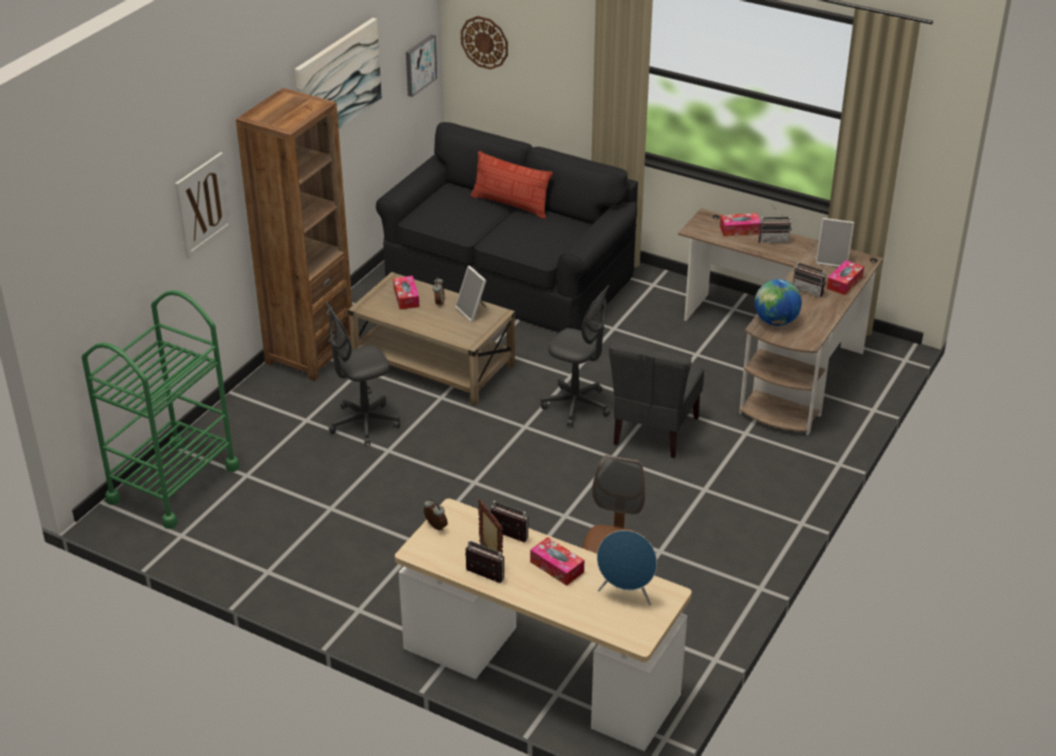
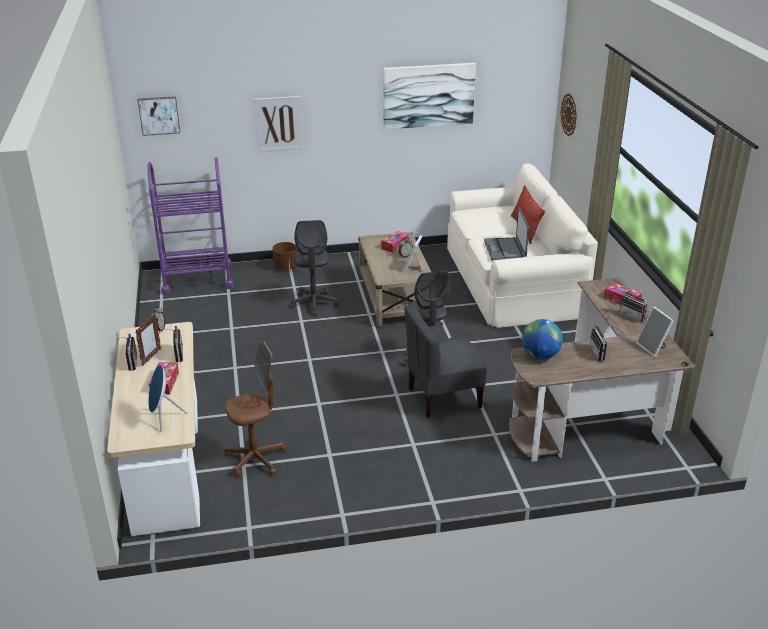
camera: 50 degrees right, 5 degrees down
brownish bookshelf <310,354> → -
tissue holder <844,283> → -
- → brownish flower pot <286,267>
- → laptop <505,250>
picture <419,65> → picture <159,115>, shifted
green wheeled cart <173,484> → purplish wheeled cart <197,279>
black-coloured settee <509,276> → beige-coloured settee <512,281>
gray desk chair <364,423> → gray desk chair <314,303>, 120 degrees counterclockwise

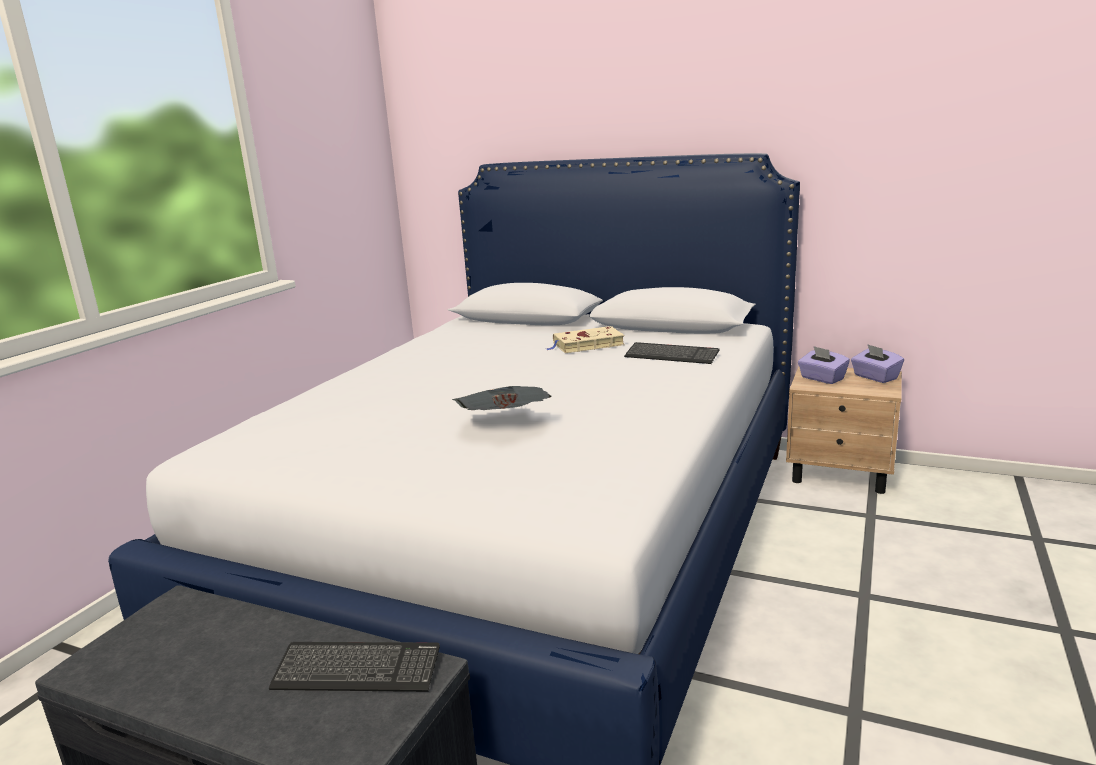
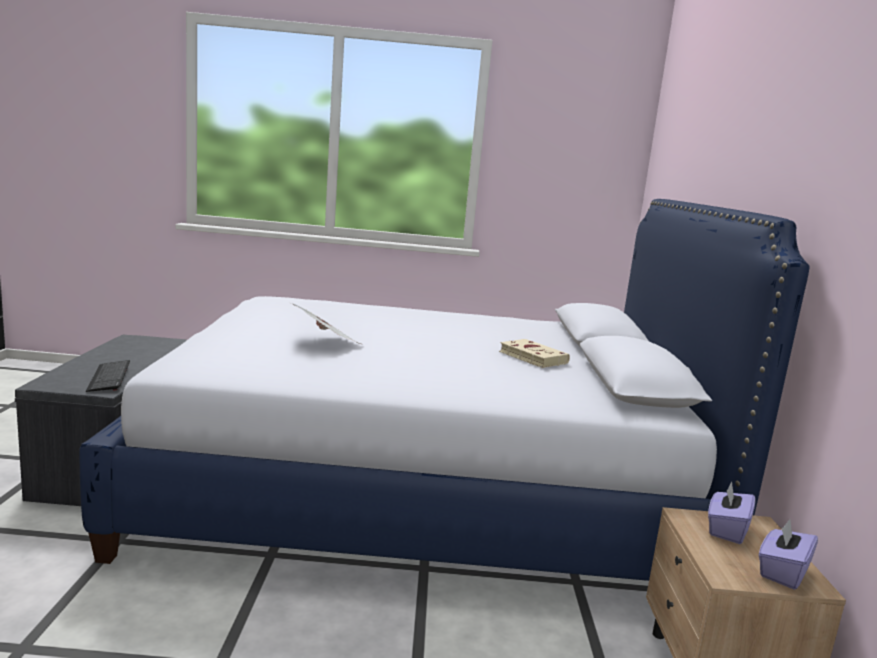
camera: 65 degrees right, 5 degrees down
computer keyboard <671,355> → -

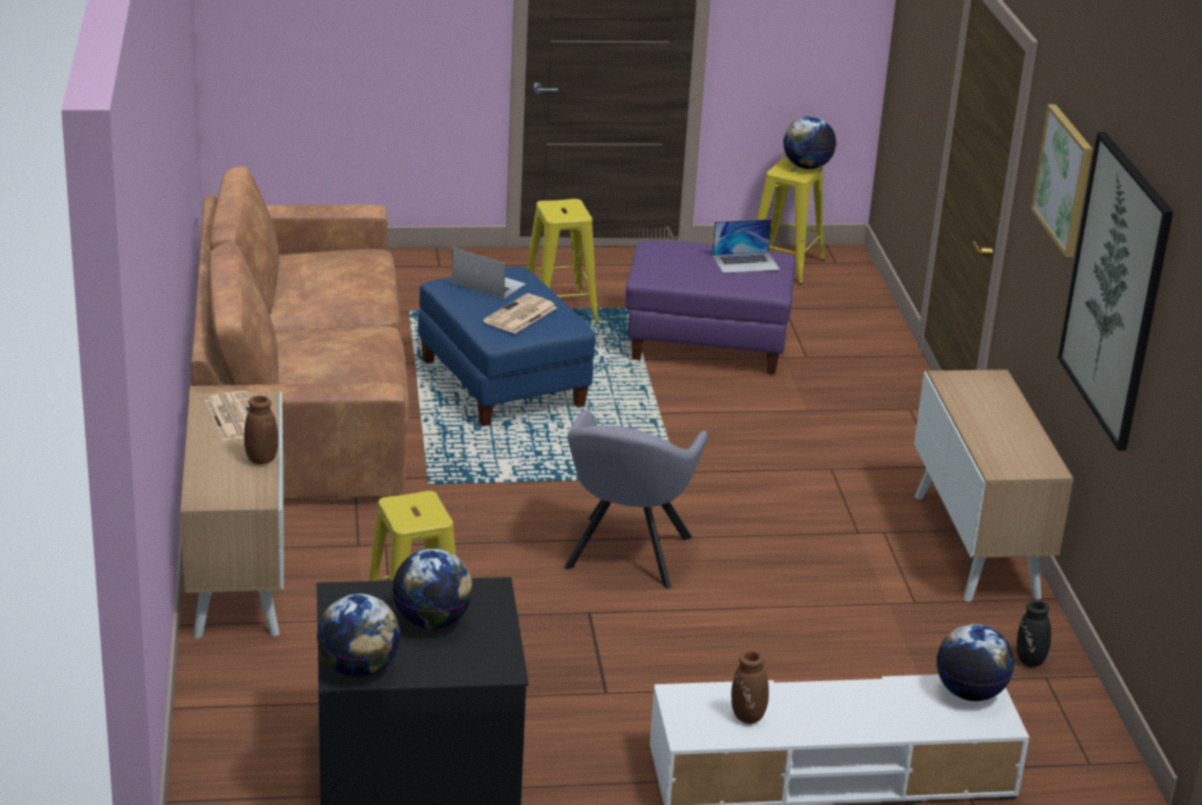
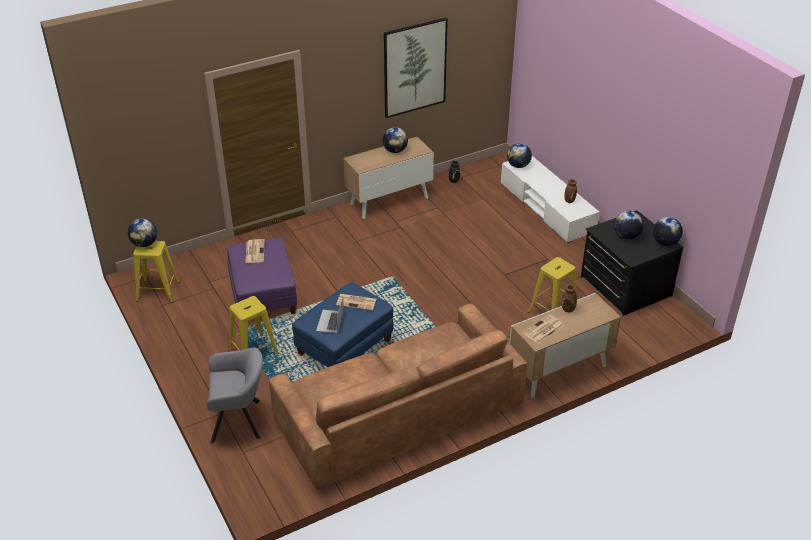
camera: 110 degrees left, 10 degrees up
picture <1064,179> → -
- → globe <395,151>
gray easy chair <625,556> → gray easy chair <240,421>, shifted
laptop <746,262> → printed paper <254,251>

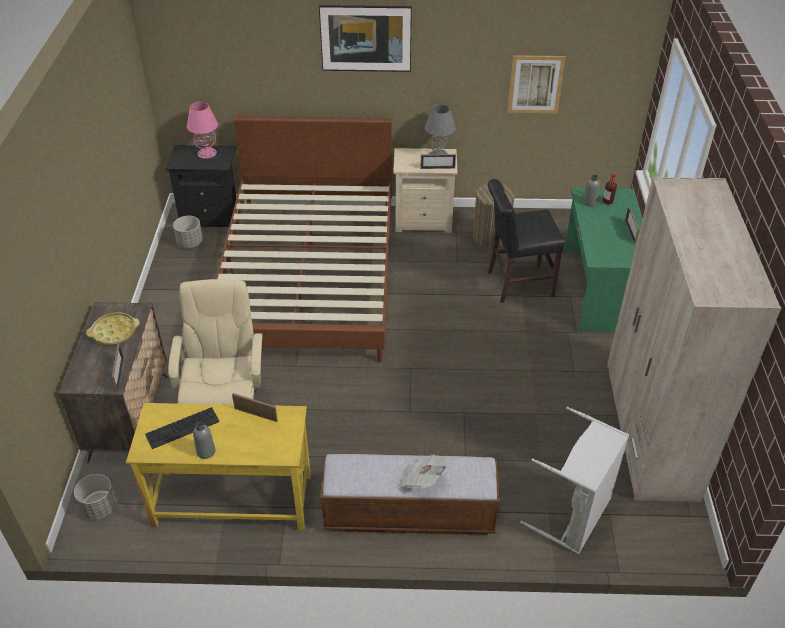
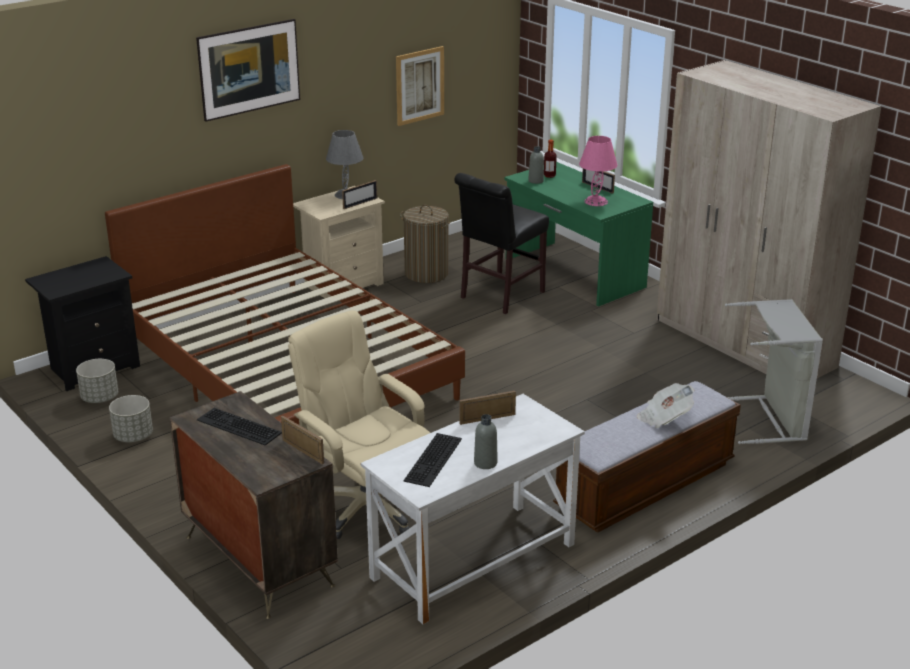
camera: 40 degrees left, 15 degrees down
gray flower pot <100,507> → gray flower pot <133,436>, shifted
pink lamp for a table <207,153> → pink lamp for a table <596,201>, shifted
yellowish carrying tray <114,332> → computer keyboard <237,427>
yellowish desk unit <232,500> → white desk unit <474,562>

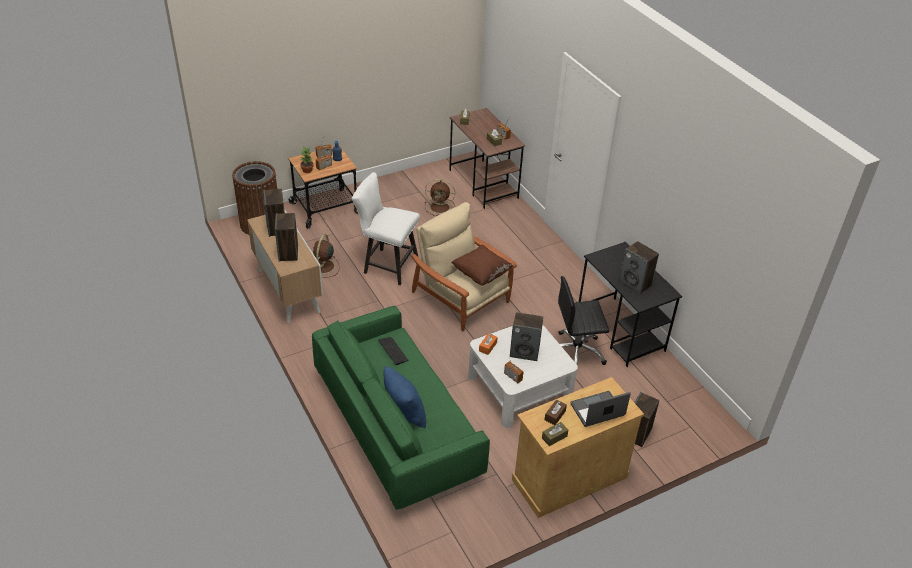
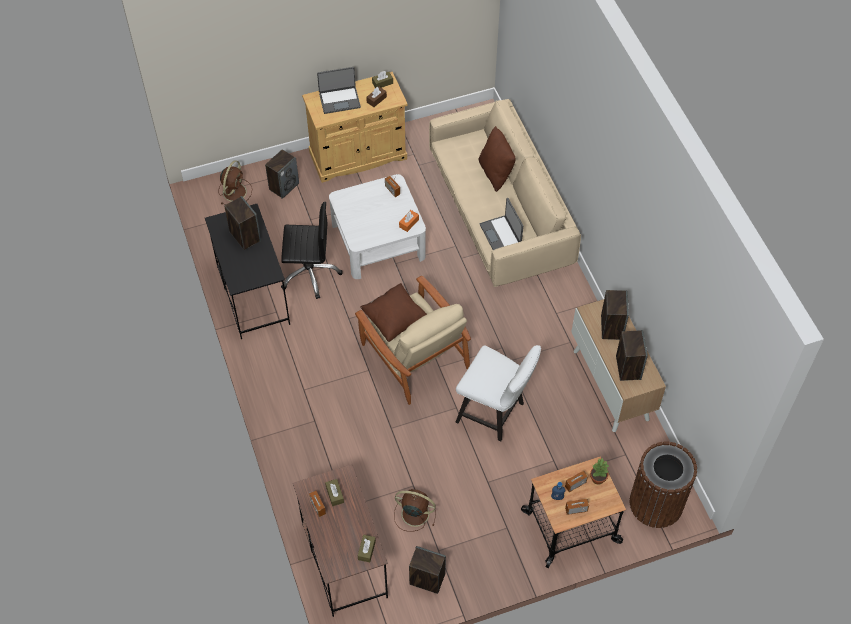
camera: 170 degrees left, 15 degrees up
brownish fan <323,267> → brownish fan <235,191>, shifted
loudspeaker <525,352> → loudspeaker <426,579>, shifted
computer keyboard <393,351> → laptop <501,234>
green settee <397,426> → beige-coloured settee <499,214>
bluish cushion <404,413> → brownish cushion <496,172>

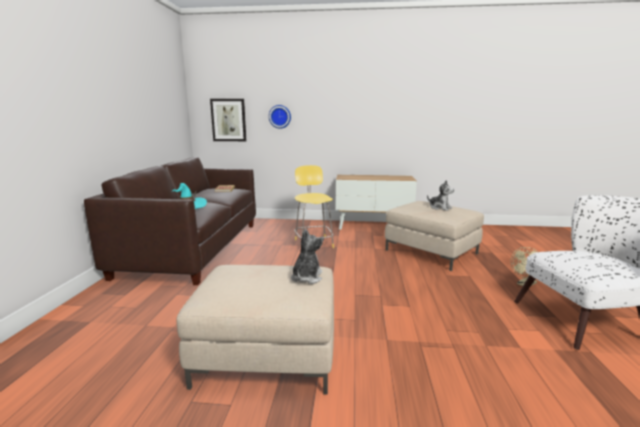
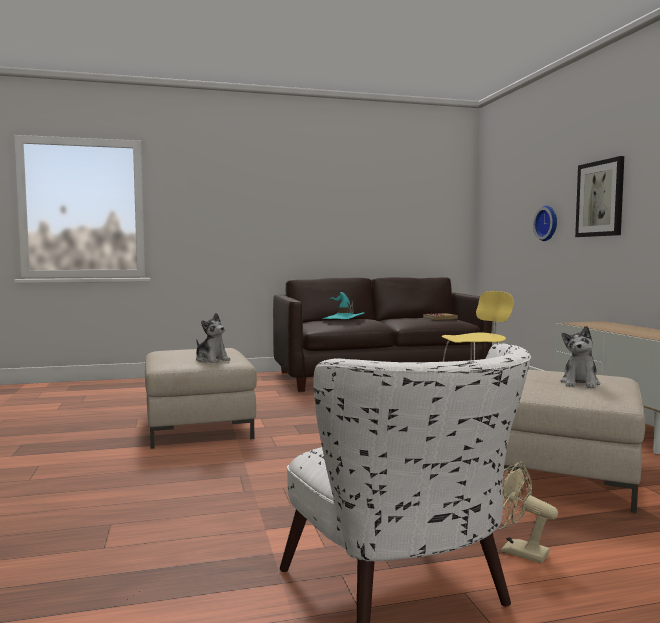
camera: 70 degrees right, 10 degrees down
picture <228,120> → picture <600,198>, shifted
plush toy <306,277> → plush toy <212,360>, 45 degrees clockwise

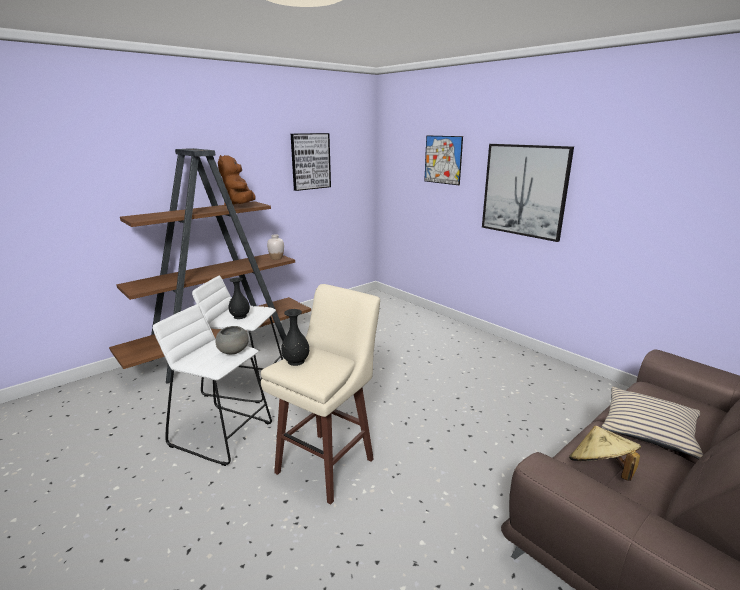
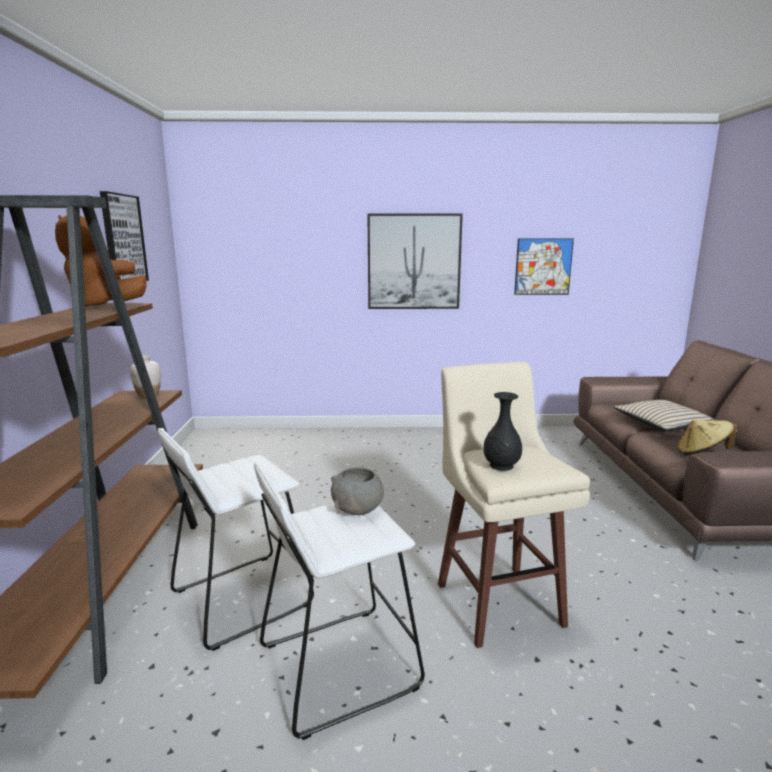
camera: 50 degrees left, 5 degrees down
black-coloured flower vase <240,316> → -
picture <443,159> → picture <543,266>, shifted

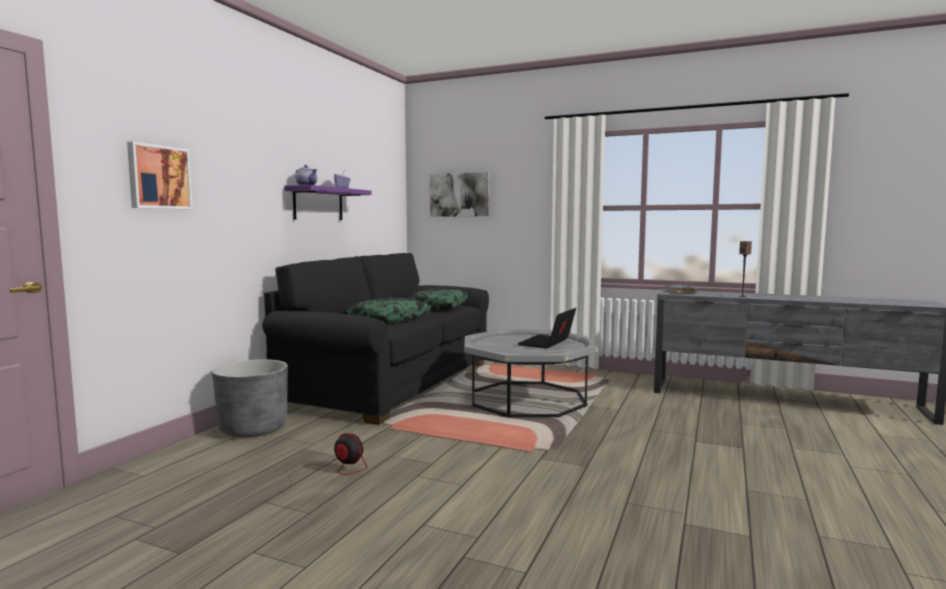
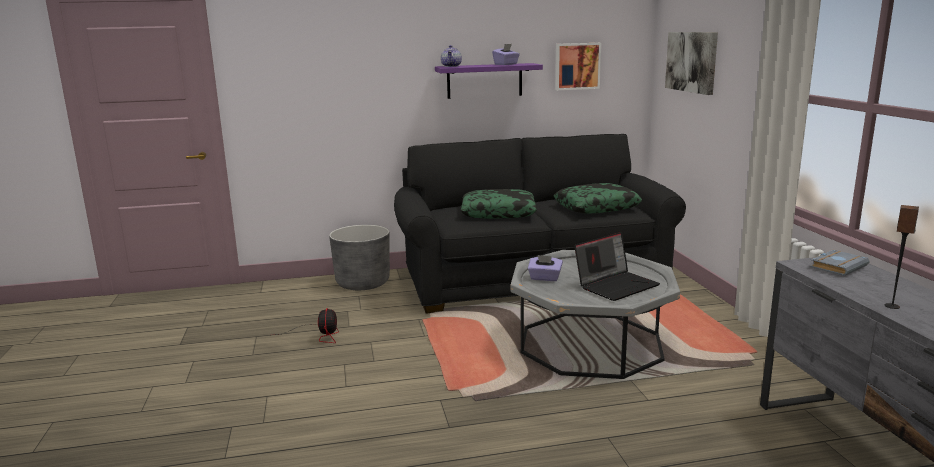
camera: 55 degrees right, 10 degrees up
- → purplish tissue holder <544,278>
picture <158,177> → picture <577,66>, shifted
laptop <547,343> → laptop <616,285>, 150 degrees clockwise

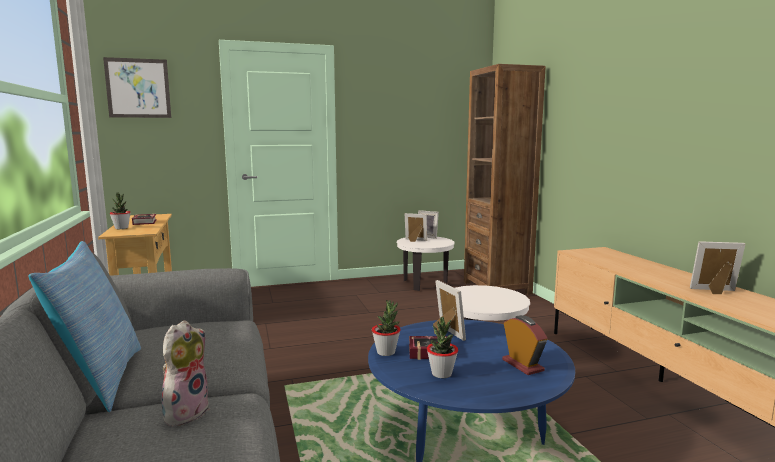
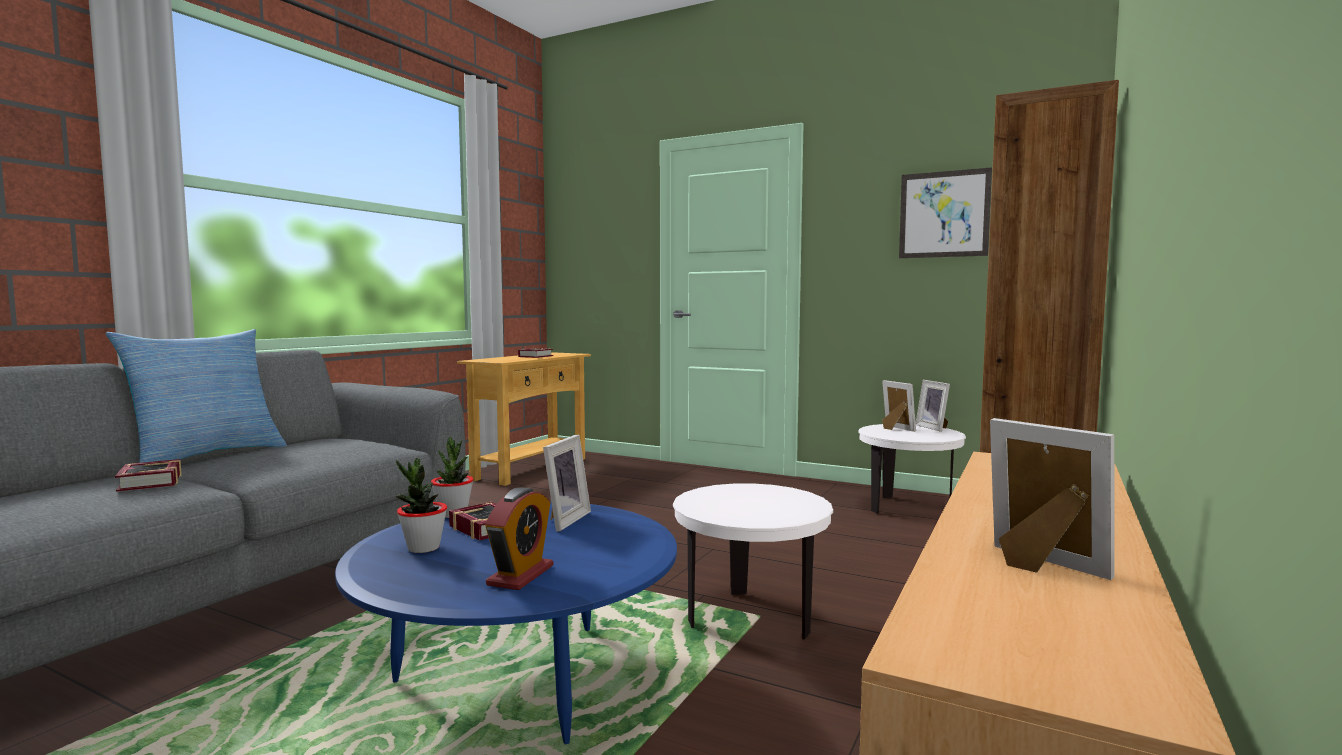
camera: 45 degrees right, 5 degrees down
plant in a pot <121,228> → -
picture <138,88> → picture <944,214>, shifted
plush toy <185,412> → bound book <147,483>

